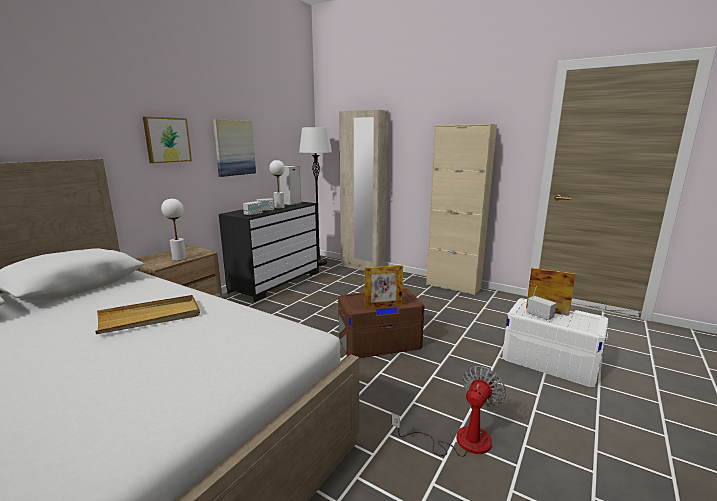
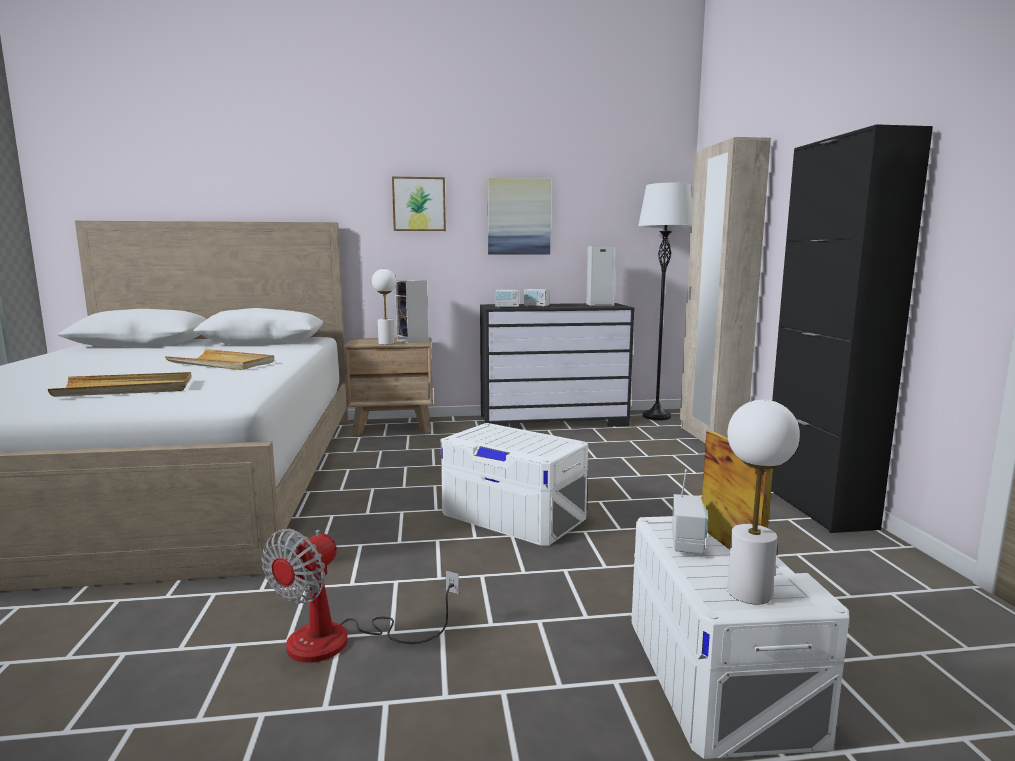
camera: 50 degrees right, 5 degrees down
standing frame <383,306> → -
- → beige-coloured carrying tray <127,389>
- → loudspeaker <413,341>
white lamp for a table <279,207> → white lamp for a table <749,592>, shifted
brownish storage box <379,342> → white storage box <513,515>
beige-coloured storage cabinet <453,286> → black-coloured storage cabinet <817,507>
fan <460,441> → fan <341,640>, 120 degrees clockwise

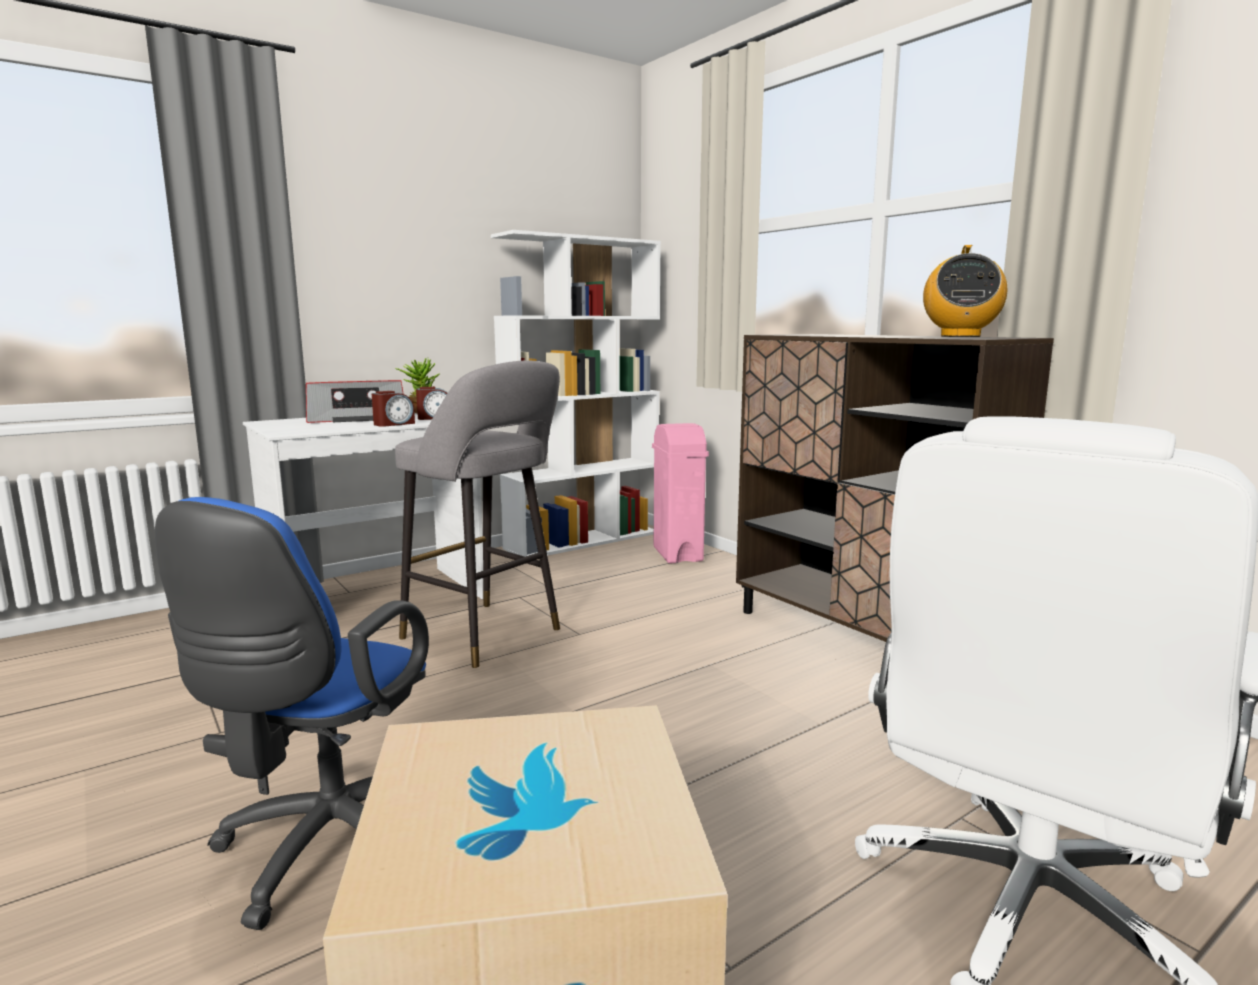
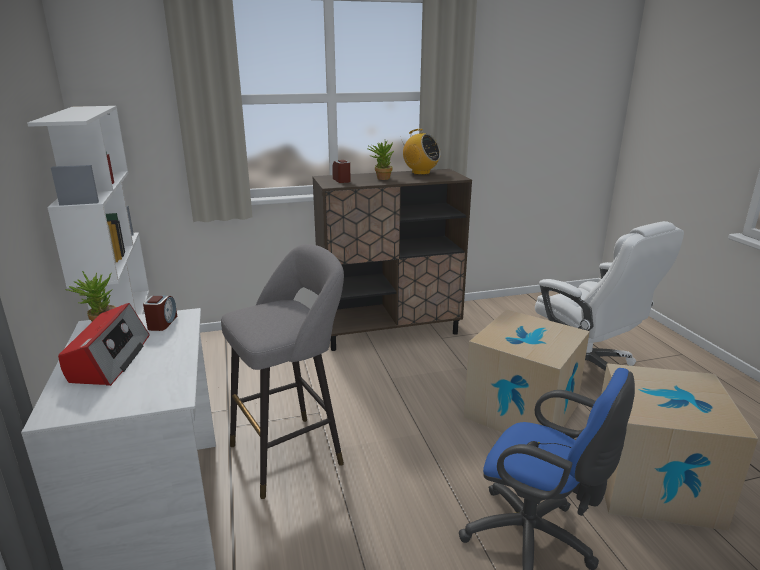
camera: 70 degrees left, 10 degrees up
pink trash can <677,554> → -
- → plant in a pot <381,178>
- → cardboard box <521,411>
table clock <393,424> → table clock <342,180>, shifted

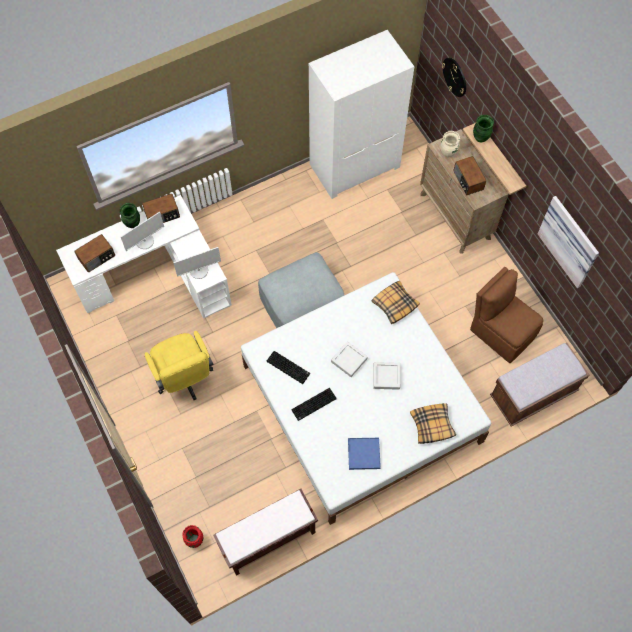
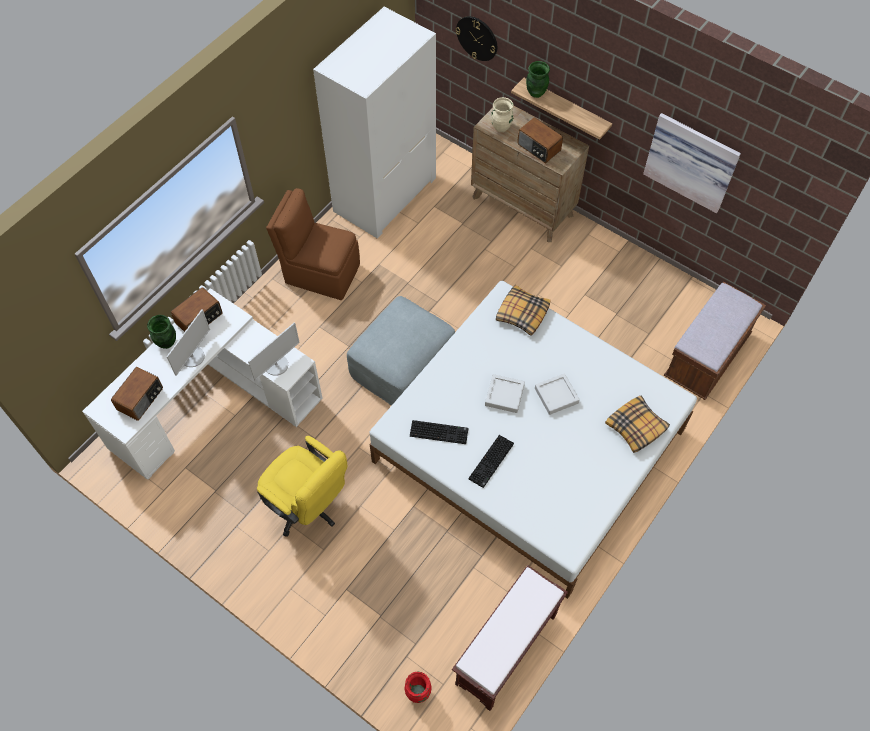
camera: 25 degrees left, 5 degrees down
bluish carrying tray <364,454> → -
brownish upright chair <501,332> → brownish upright chair <320,272>, shifted

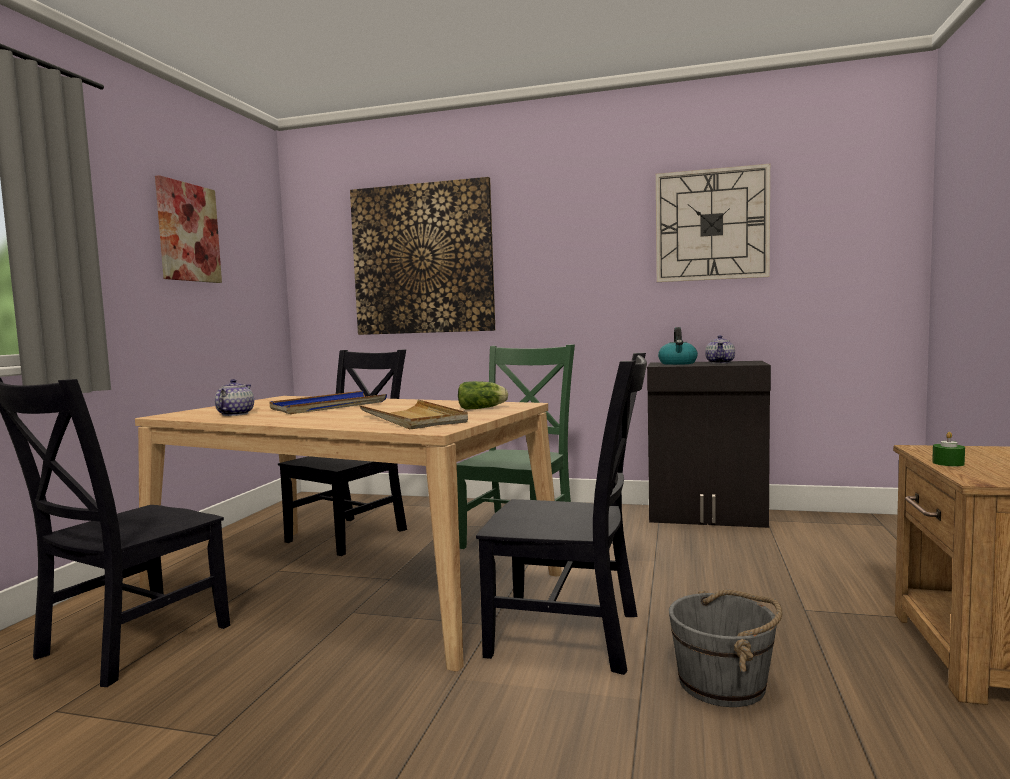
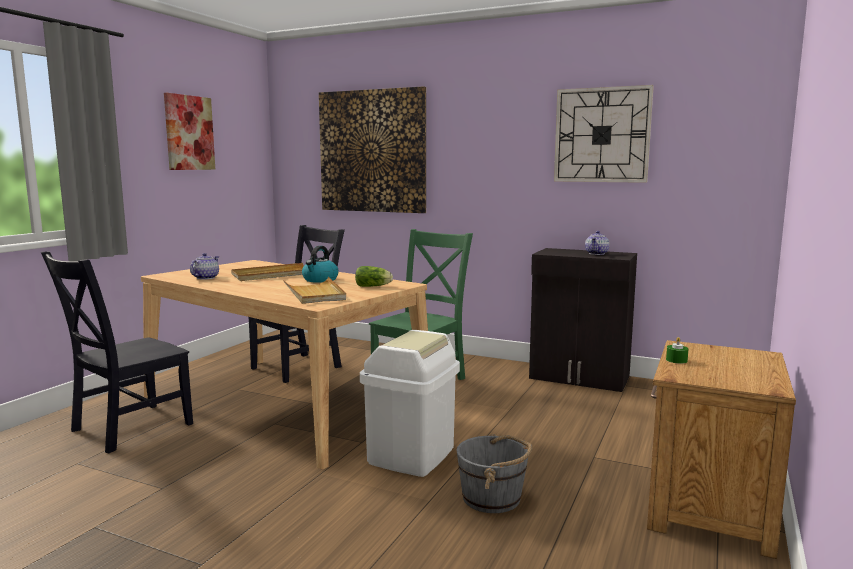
camera: 10 degrees right, 5 degrees up
water kettle <678,363> → water kettle <320,280>, shifted
black-coloured upright chair <572,636> → white trash can <412,456>
bluish carrying tray <328,406> → beige-coloured carrying tray <272,275>

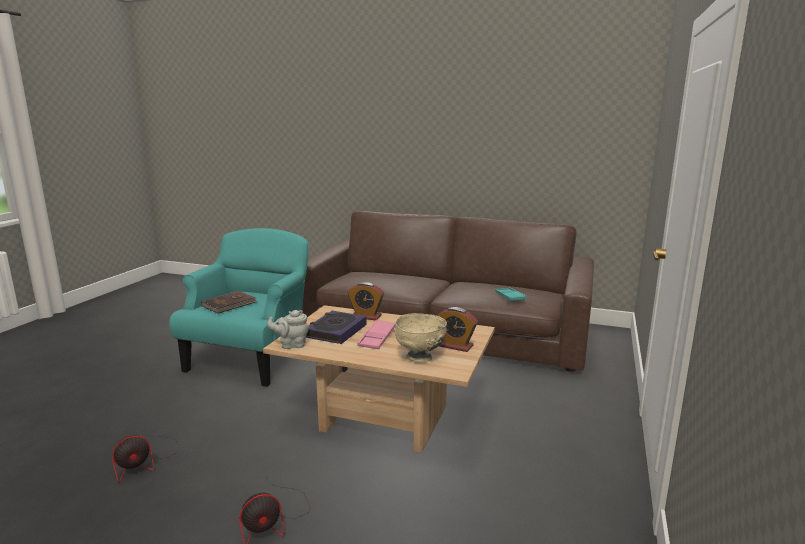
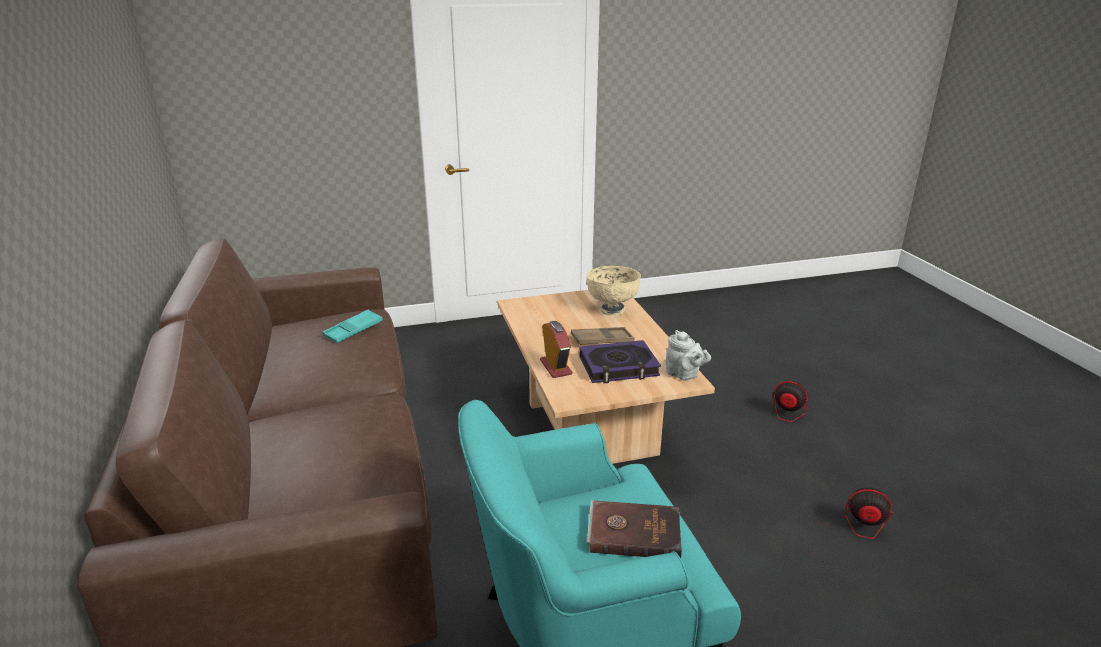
camera: 125 degrees left, 10 degrees up
table clock <455,346> → -
pink carrying tray <377,338> → brownish carrying tray <602,340>

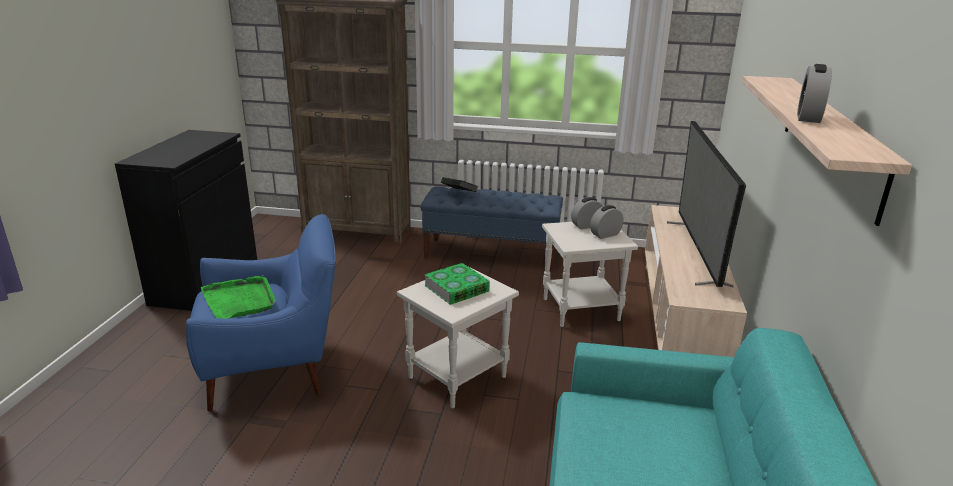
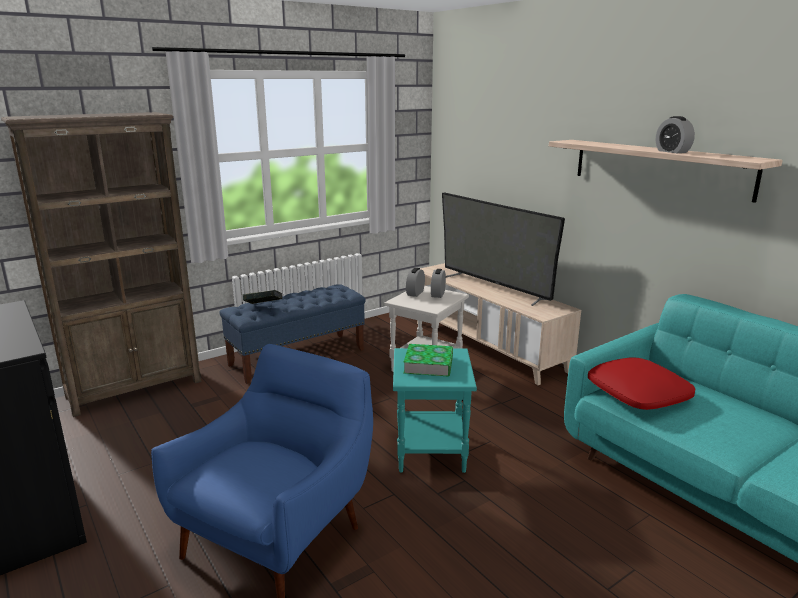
camera: 45 degrees left, 5 degrees down
green carrying tray <240,300> → -
- → reddish cushion <638,393>
white side table <457,378> → turquoise-coloured side table <432,452>

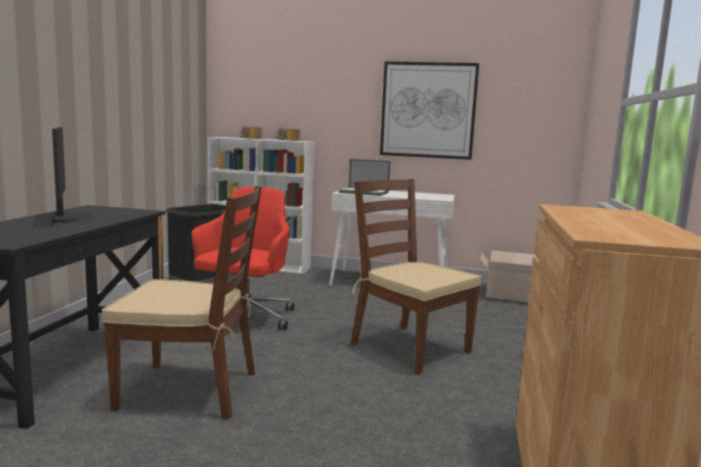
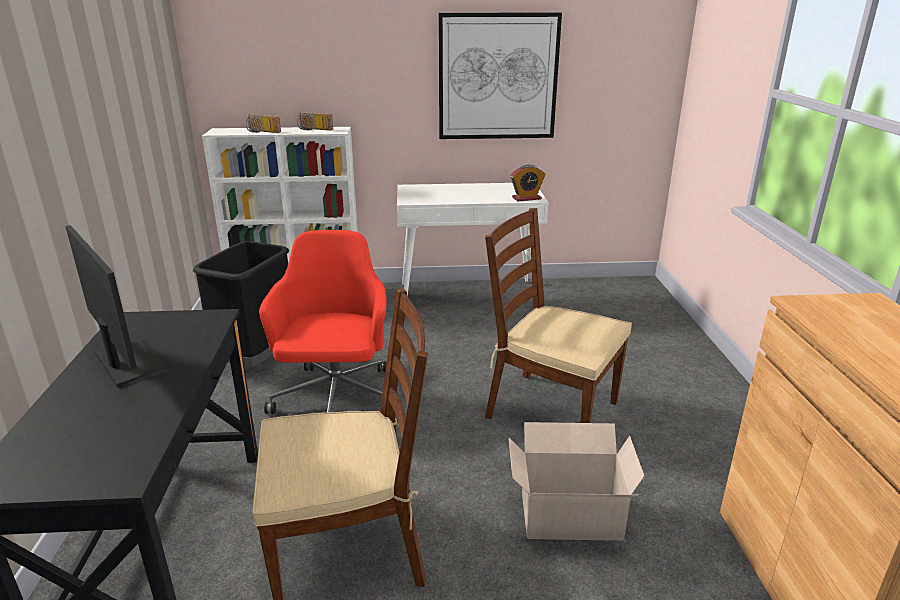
camera: 15 degrees left, 15 degrees up
laptop <364,192> → -
- → table clock <526,198>
cardboard box <509,295> → cardboard box <567,515>, shifted

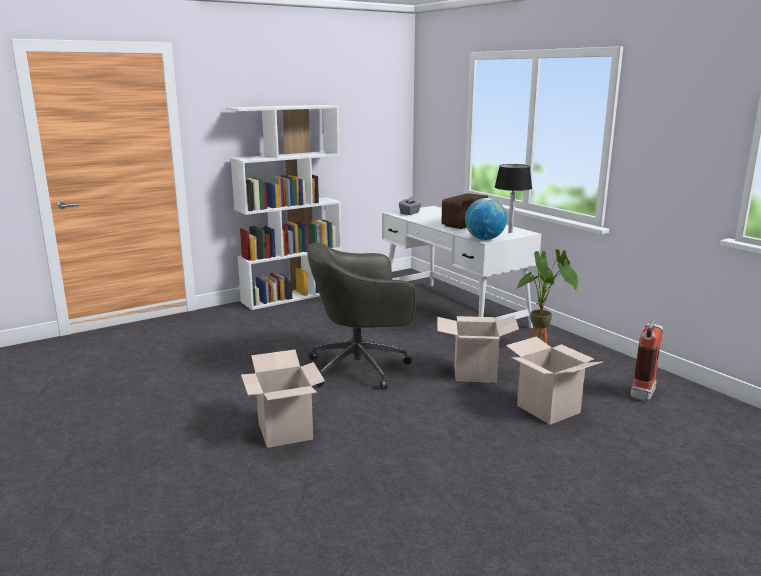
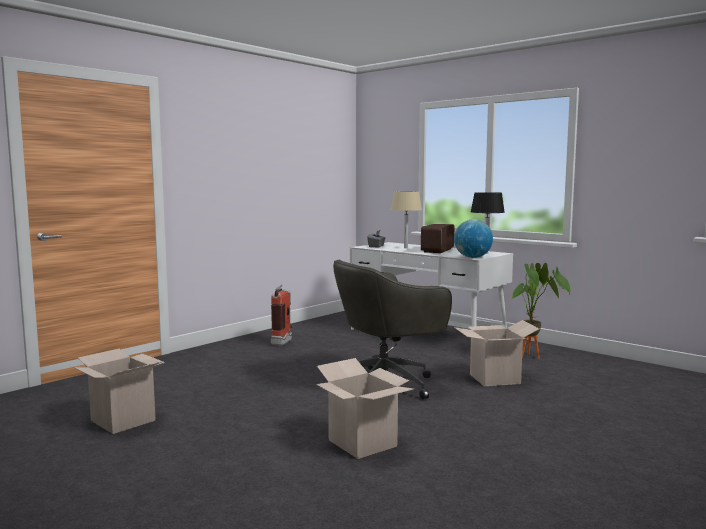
camera: 15 degrees left, 10 degrees down
white bookshelf <292,296> → -
- → beige-coloured lamp for a table <405,248>
cardboard box <548,409> → cardboard box <123,420>, shifted
fire-fighting cylinder <644,391> → fire-fighting cylinder <283,342>, shifted

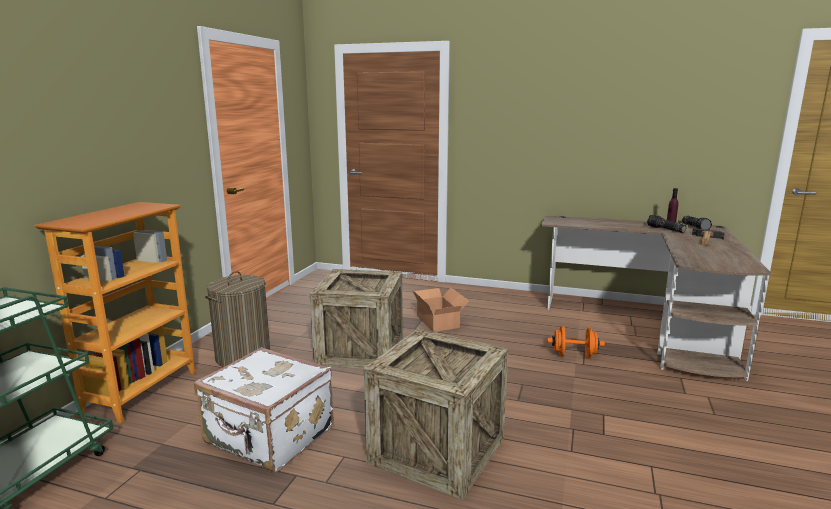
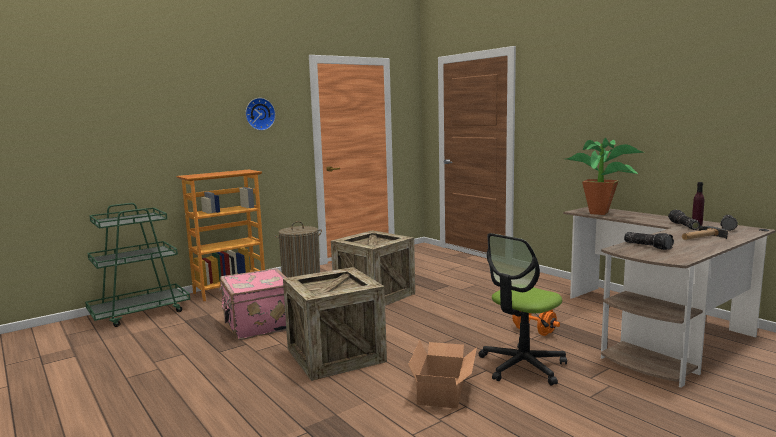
camera: 35 degrees right, 5 degrees down
- → wall clock <259,114>
- → desk chair <522,366>
- → plant in a pot <602,213>
- → flashlight <648,246>
cardboard box <439,321> → cardboard box <444,391>, shifted
white travel case <269,437> → pink travel case <258,324>

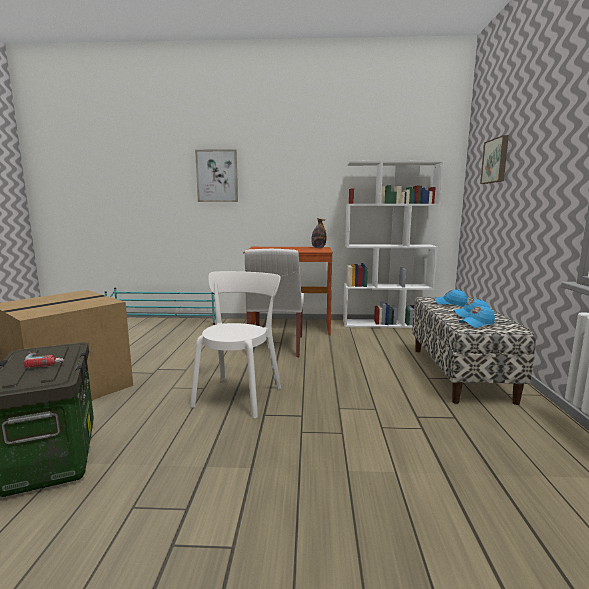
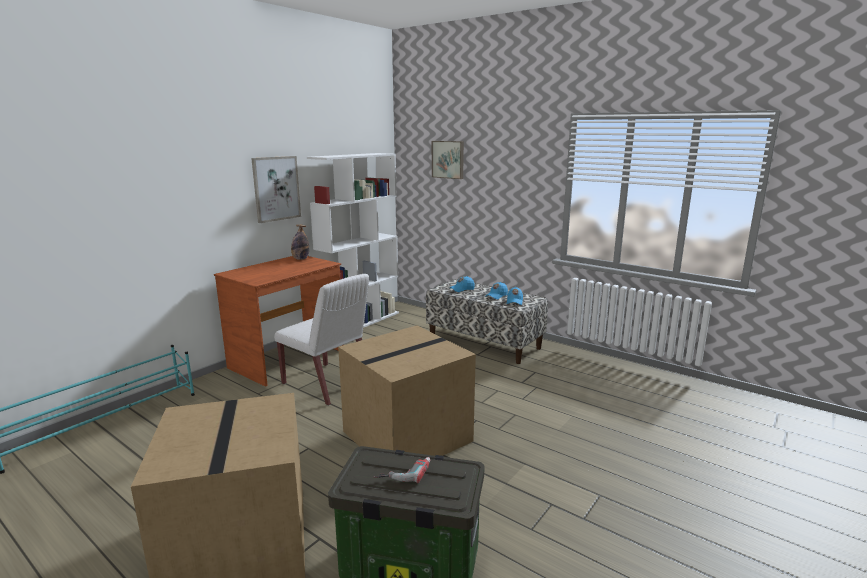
camera: 55 degrees left, 5 degrees up
picture <217,176> → picture <276,188>, shifted
white upright chair <239,394> → cardboard box <407,435>

